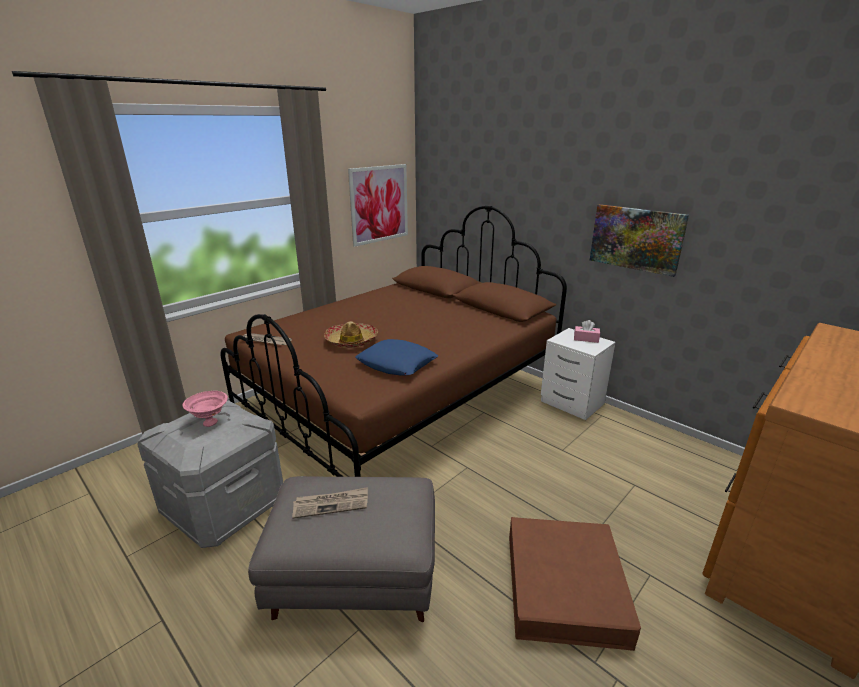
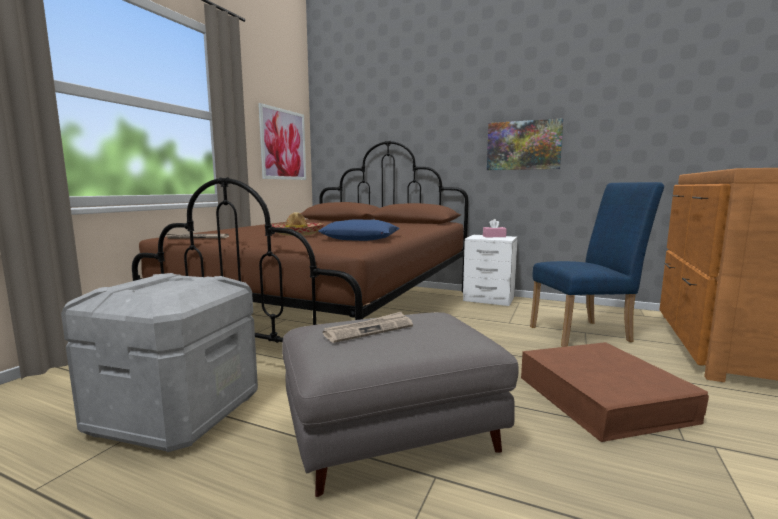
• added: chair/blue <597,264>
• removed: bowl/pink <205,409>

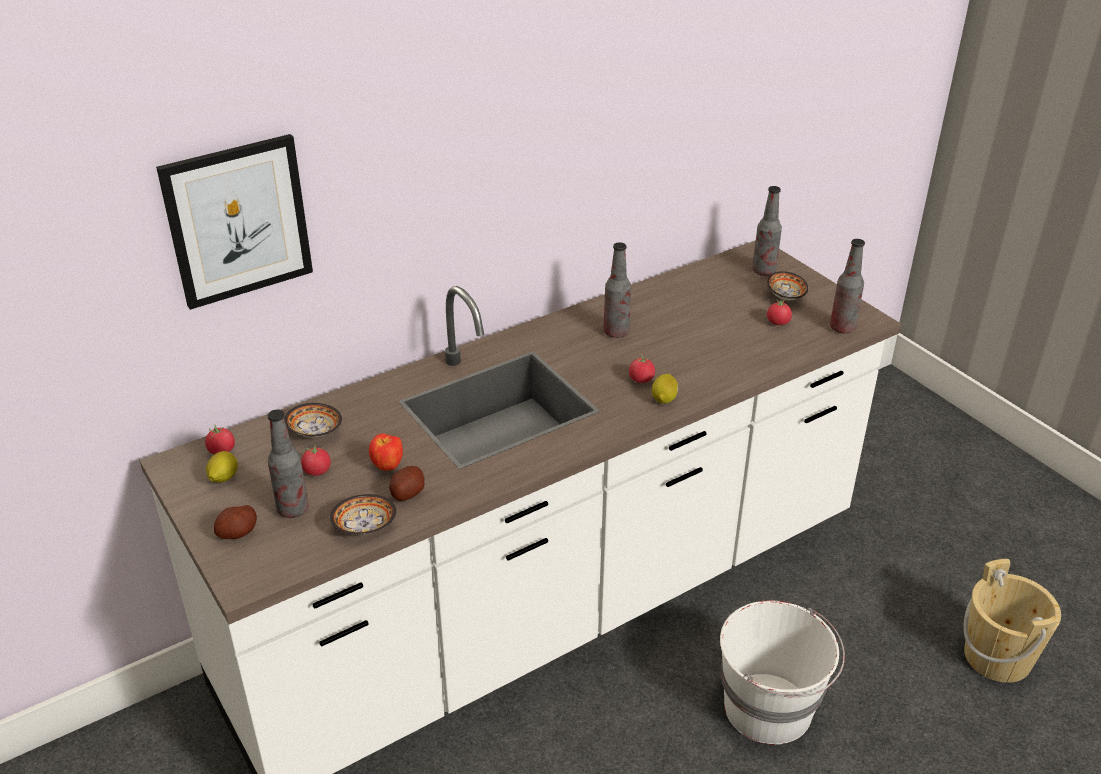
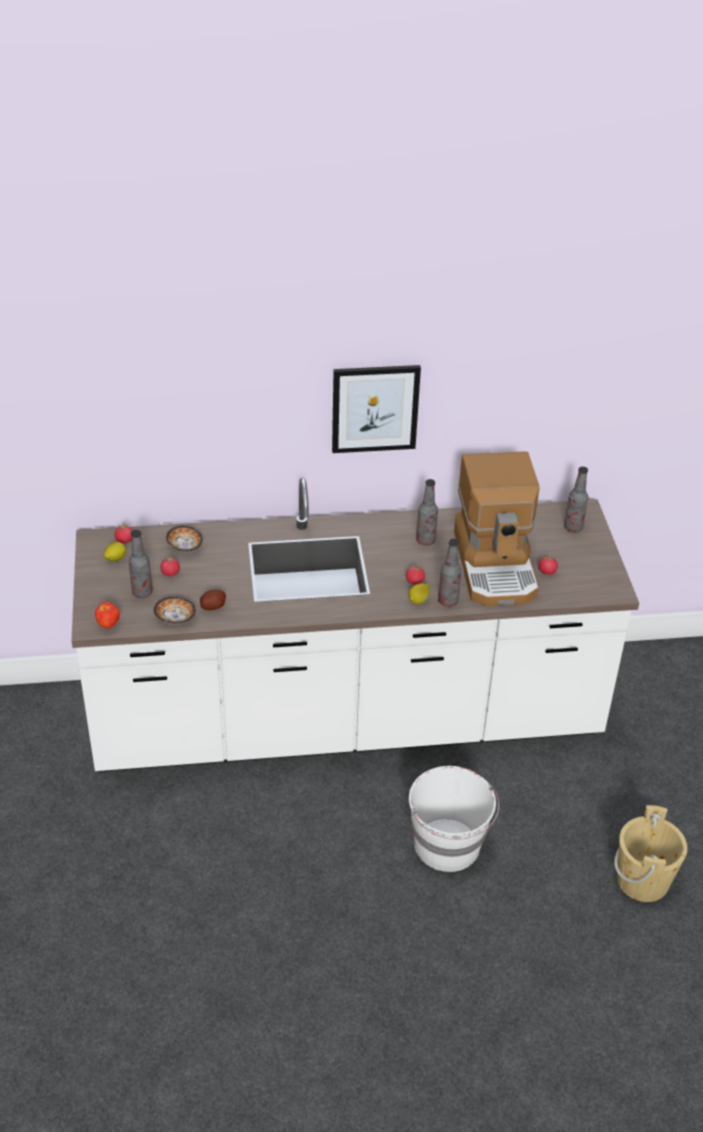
• moved: apple <386,452> to <107,615>
• moved: picture <234,222> to <376,409>
• moved: bottle <847,286> to <450,573>
• added: coffee machine <497,529>
• removed: potato <235,522>
• removed: bowl <787,286>

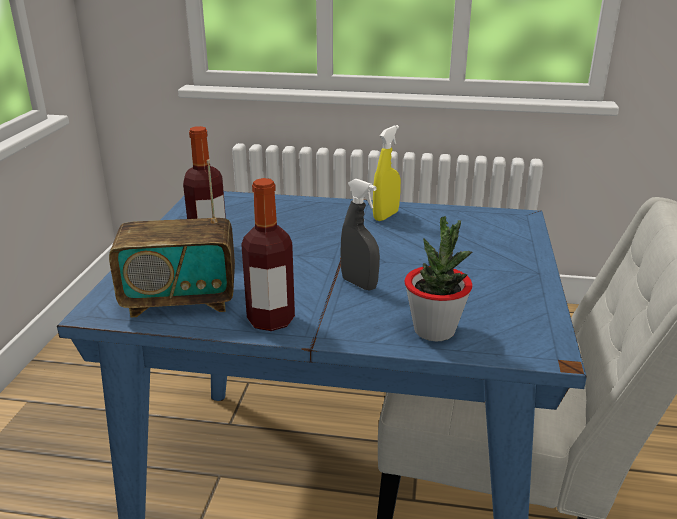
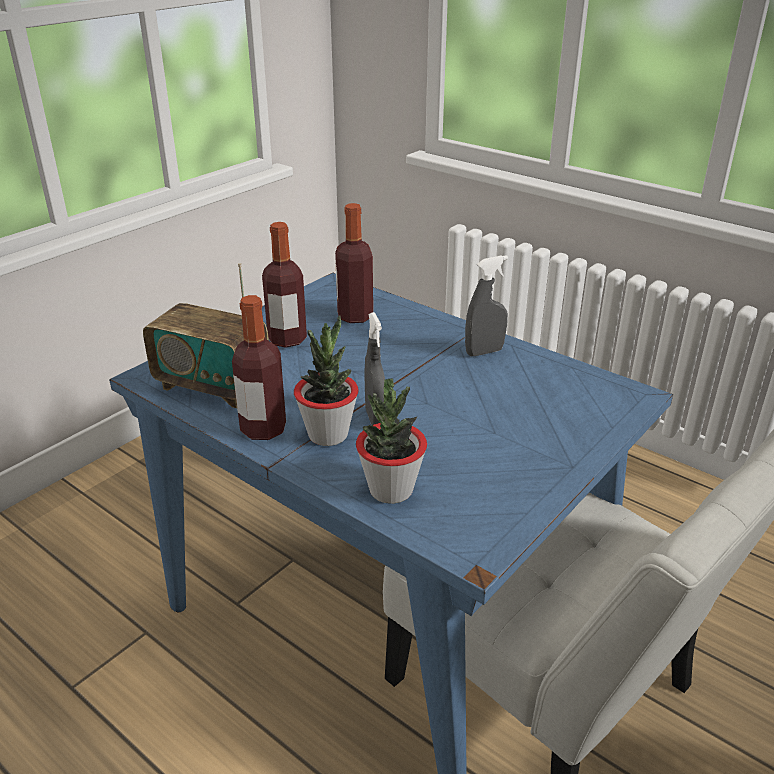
• added: potted plant <326,380>
• added: bottle <354,263>
• recoloured: spray bottle/yellow <387,173> to spray bottle/grey <486,305>

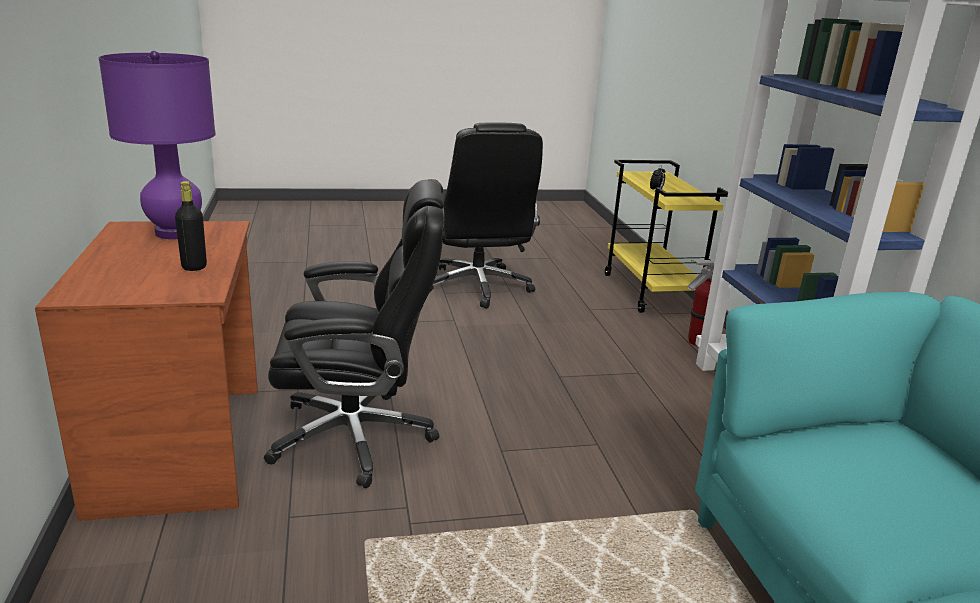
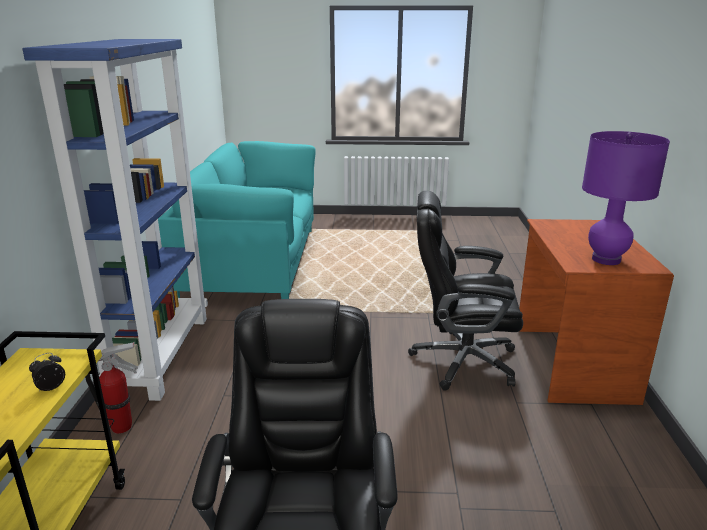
• removed: bottle/black <191,226>

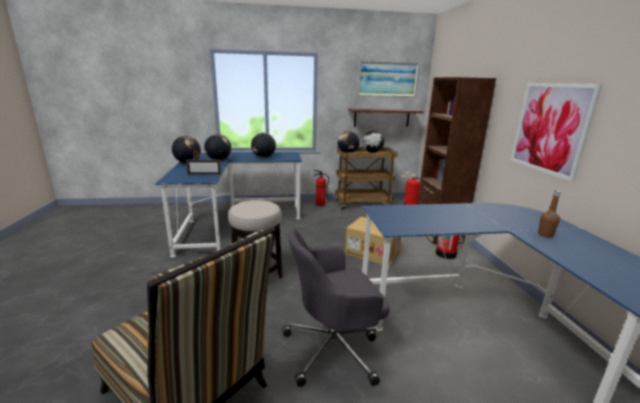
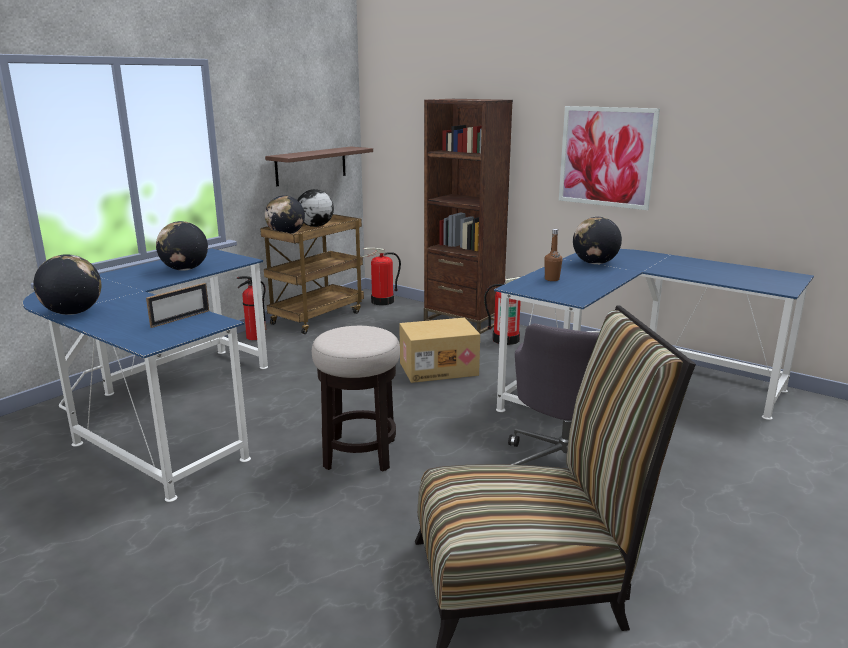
• moved: bottle/brown <549,214> to <553,255>
• moved: globe <217,147> to <597,240>
• removed: picture <388,79>

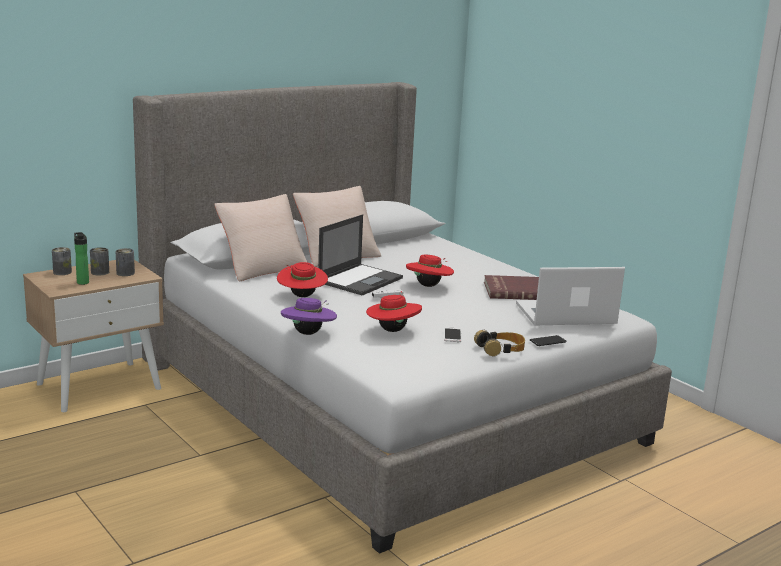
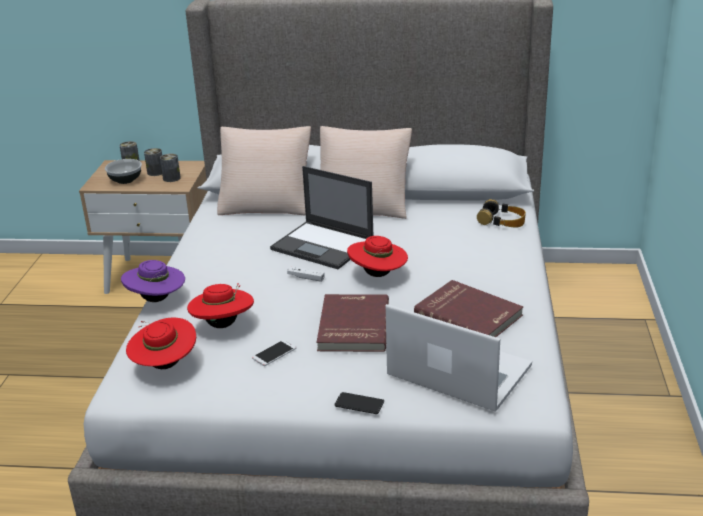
• replaced: bottle <81,258> to bowl <123,171>
• moved: hat/red <302,279> to <161,343>
• turned: laptop <360,254> = <321,217> 45 degrees clockwise
• added: book/red <352,323>
• moved: headphones <499,343> to <501,213>

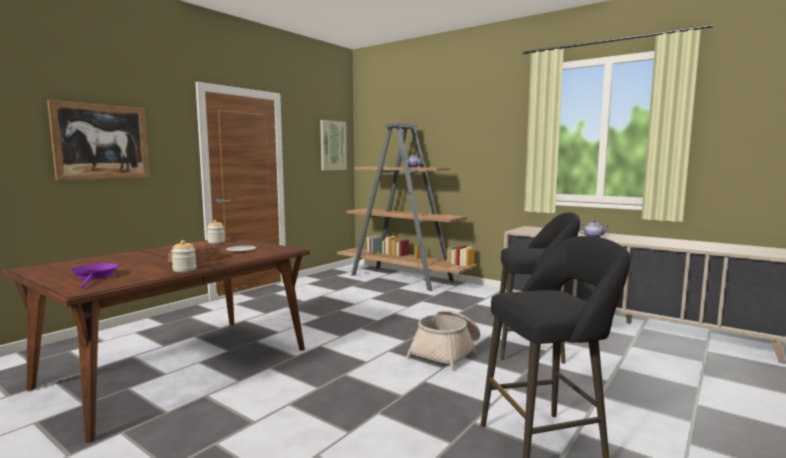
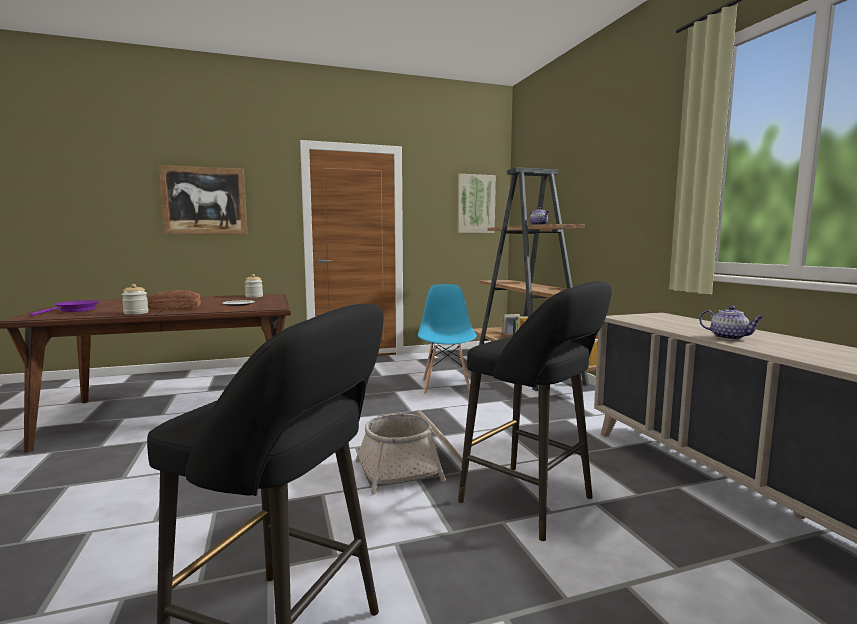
• added: chair/blue <447,339>

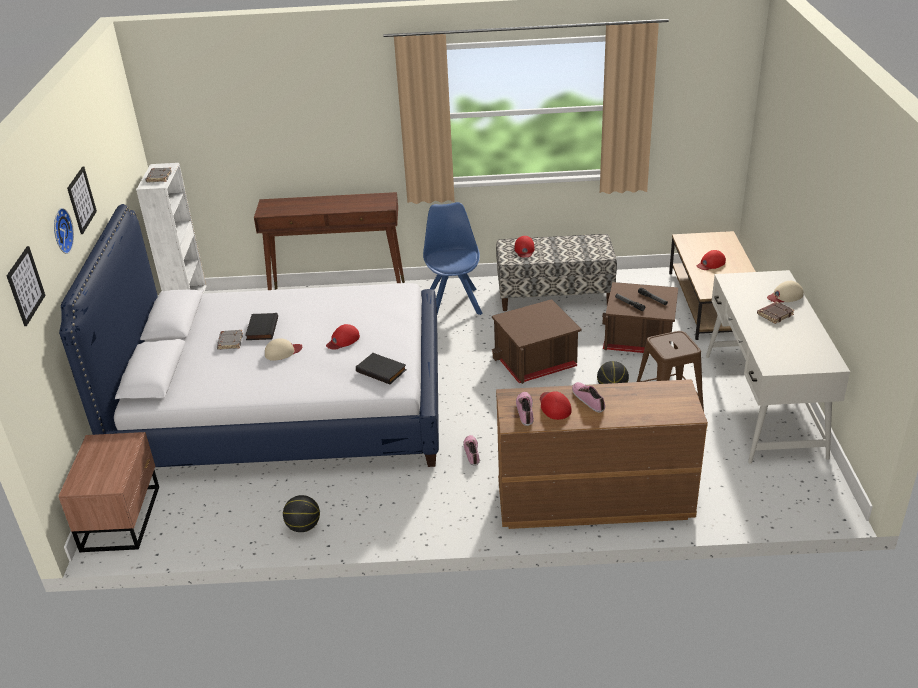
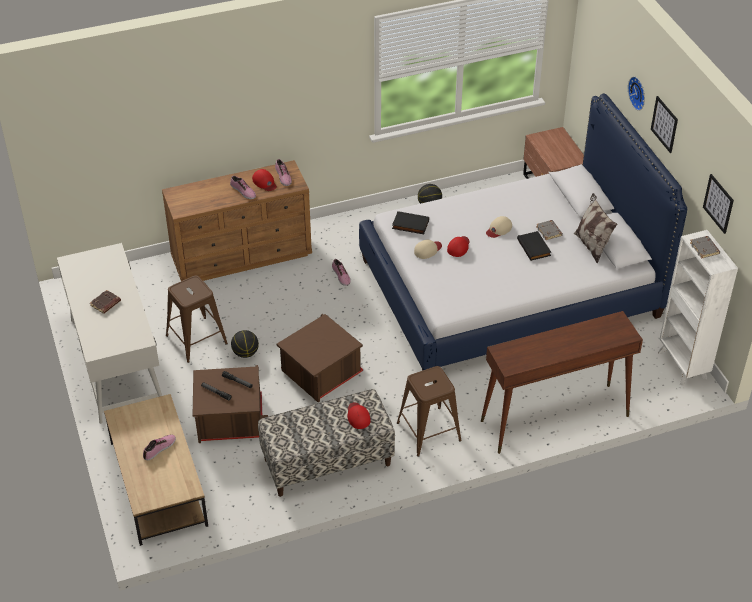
• replaced: cap/red <711,260> to shoe <159,447>
• replaced: chair/blue <452,258> to stool/brown <429,411>
• moved: cap/beige <785,291> to <428,249>
• added: pillow <595,228>
• moved: picture <26,286> to <718,204>

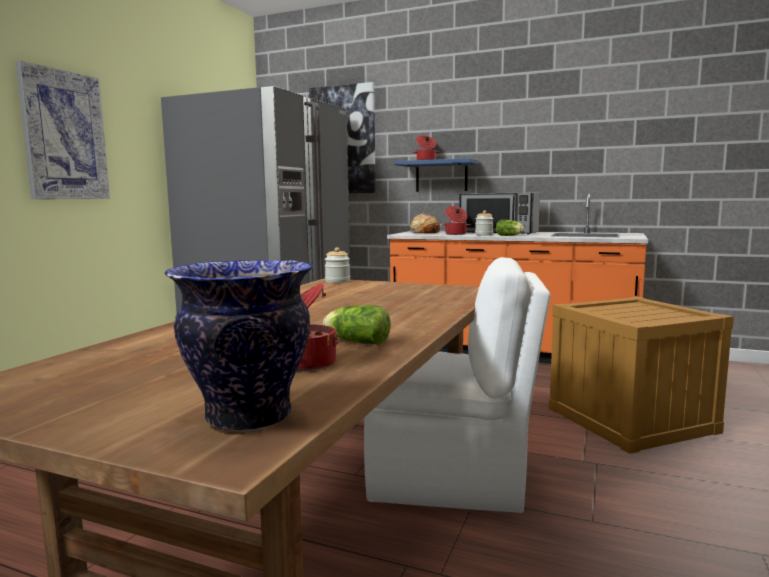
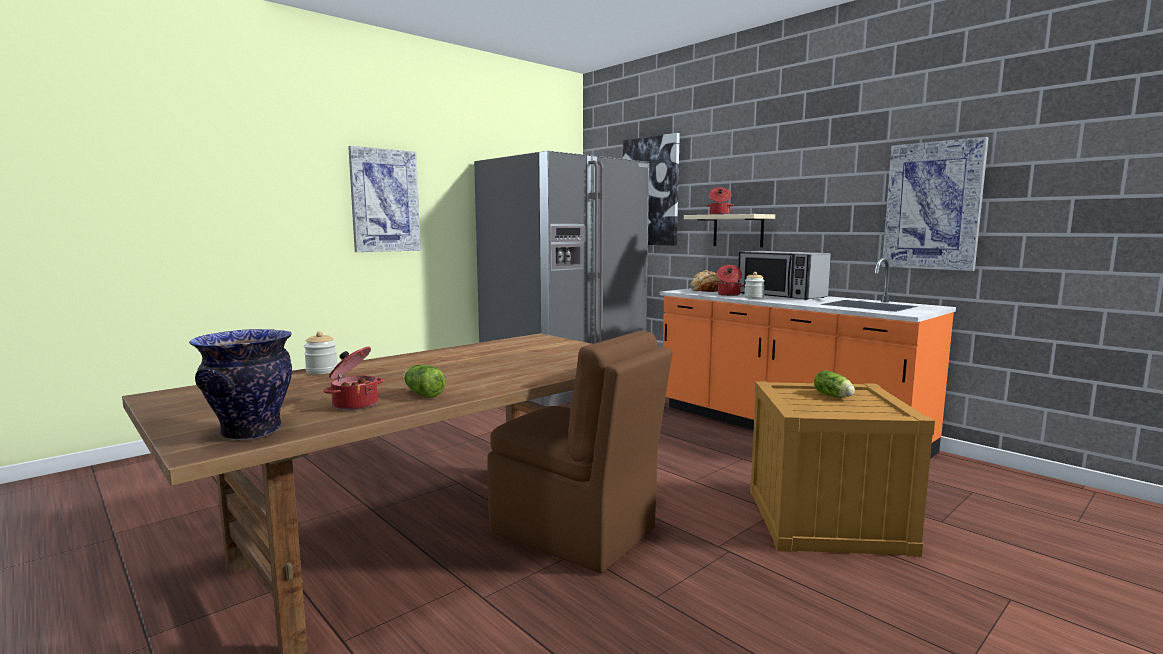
• moved: jar <337,265> to <321,352>
• recoloured: chair/white <457,385> to chair/brown <580,451>
• recoloured: shelf/blue <436,175> to shelf/beige <729,230>
• moved: lettuce <510,228> to <834,383>
• added: picture <935,204>

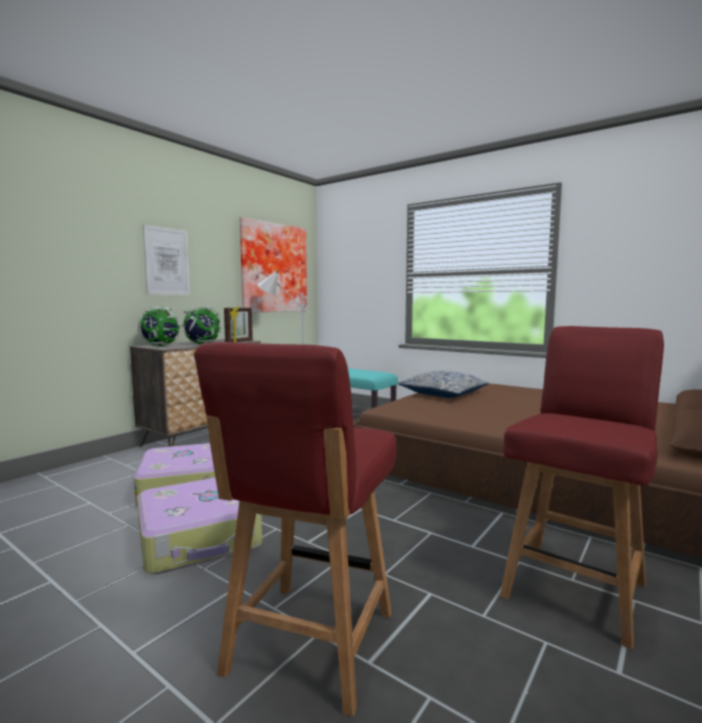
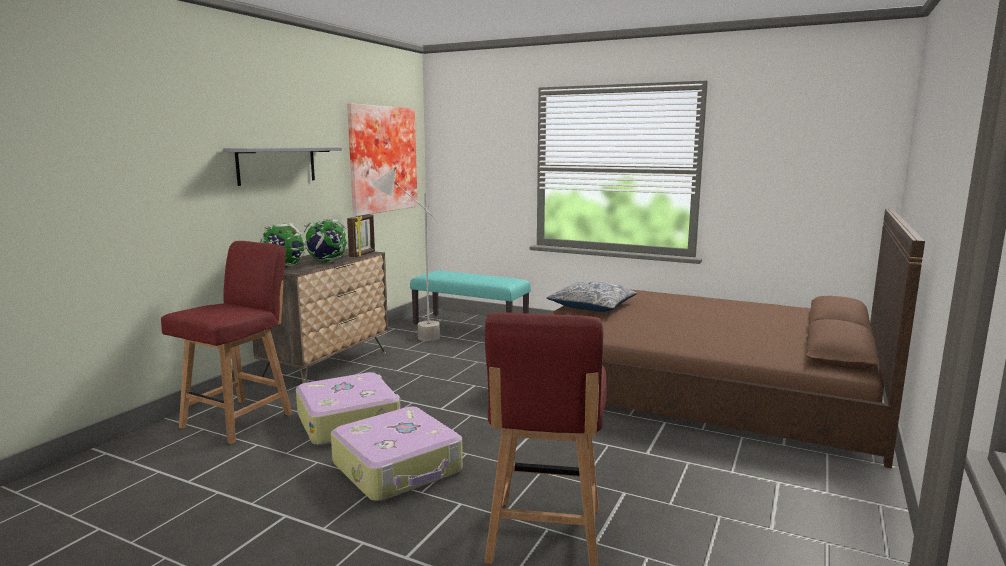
• moved: chair/red <582,487> to <227,342>
• replaced: picture <166,260> to shelf/grey <282,166>

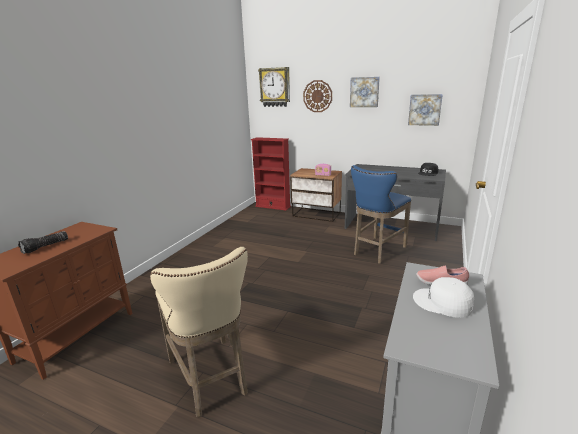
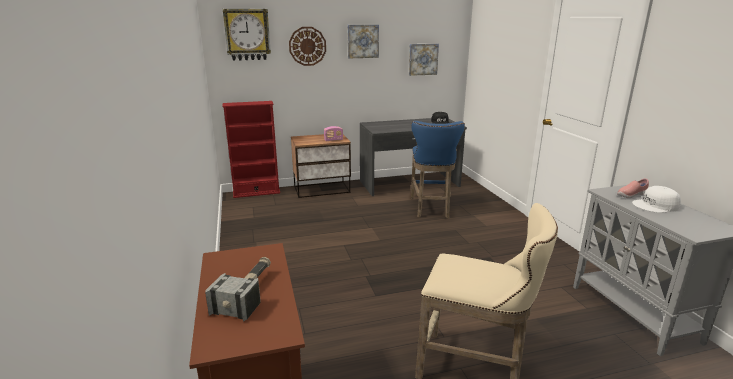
• replaced: flashlight <43,242> to hammer <238,289>

